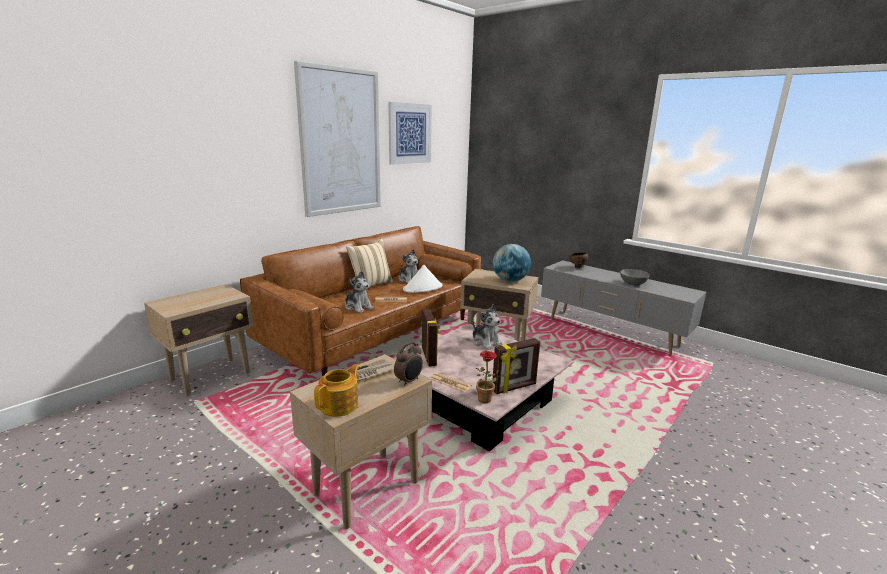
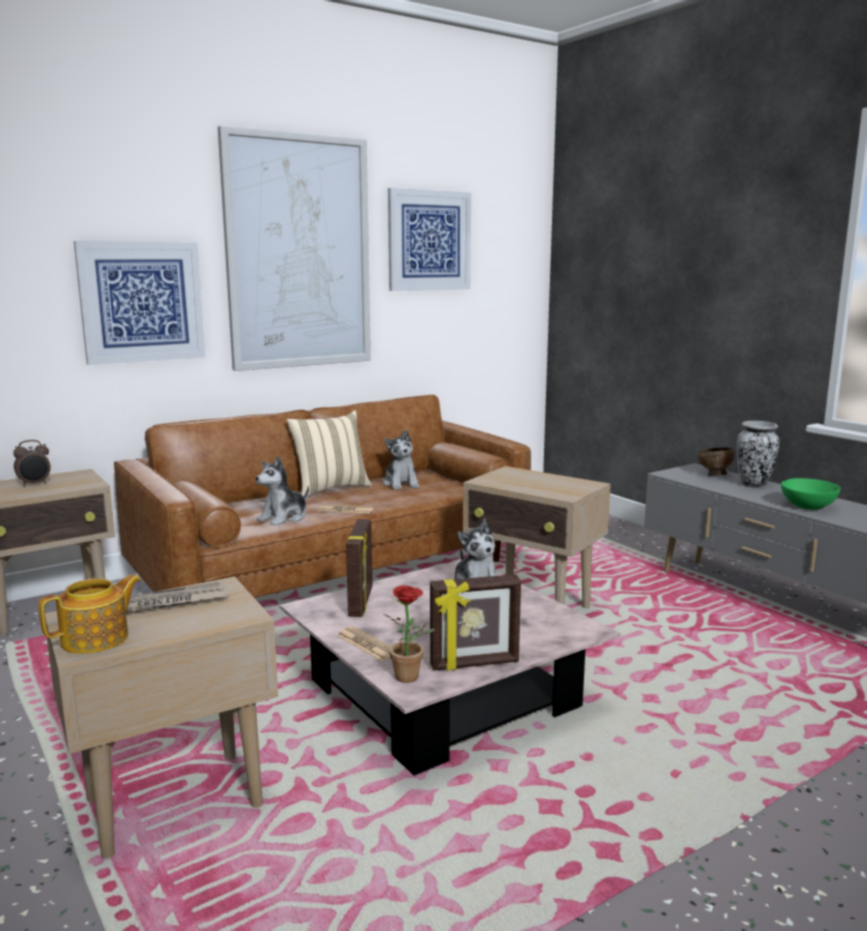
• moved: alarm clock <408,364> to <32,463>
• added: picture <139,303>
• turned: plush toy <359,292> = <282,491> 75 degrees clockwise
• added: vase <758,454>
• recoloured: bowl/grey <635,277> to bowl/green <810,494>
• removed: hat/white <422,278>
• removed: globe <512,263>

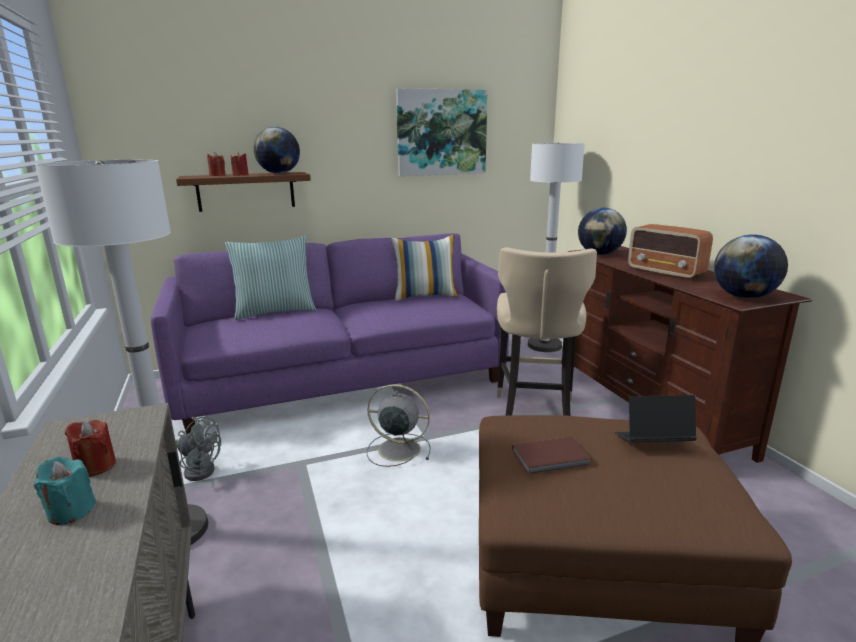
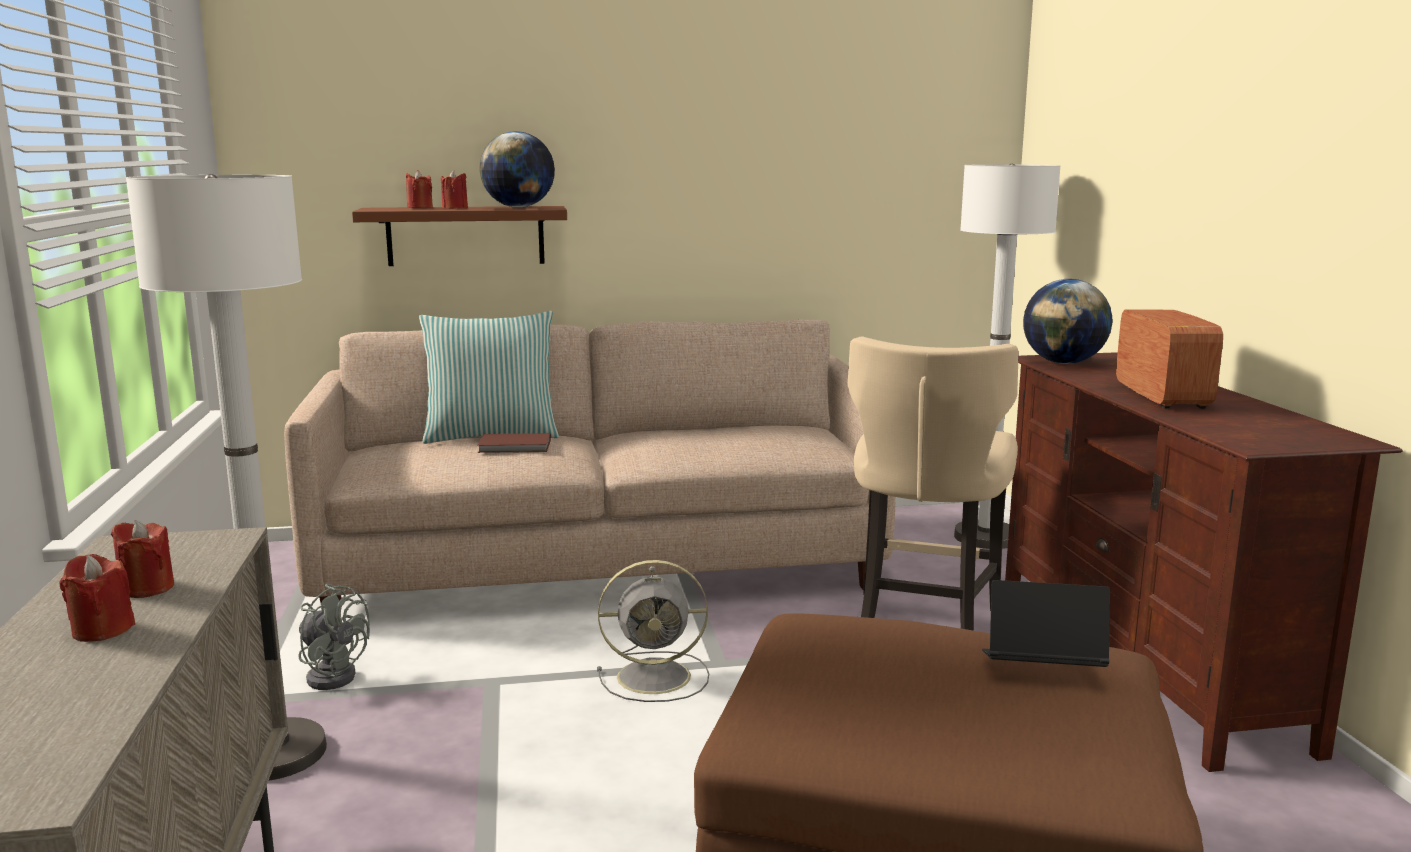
• recoloured: candle/turquoise <65,491> to candle/red <97,598>
• recoloured: sofa/purple <330,333> to sofa/beige <590,468>
• moved: book/brown <552,456> to <514,443>
• turned: fan/grey <399,425> = <653,631> 150 degrees clockwise
• turned: radio <670,252> = <1169,359> 150 degrees counterclockwise
• removed: pillow <424,268>
• removed: picture <442,132>
• removed: globe <751,266>

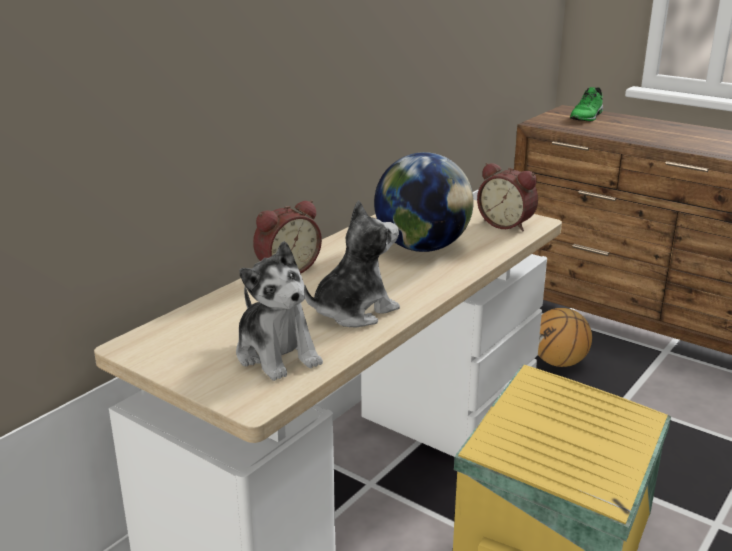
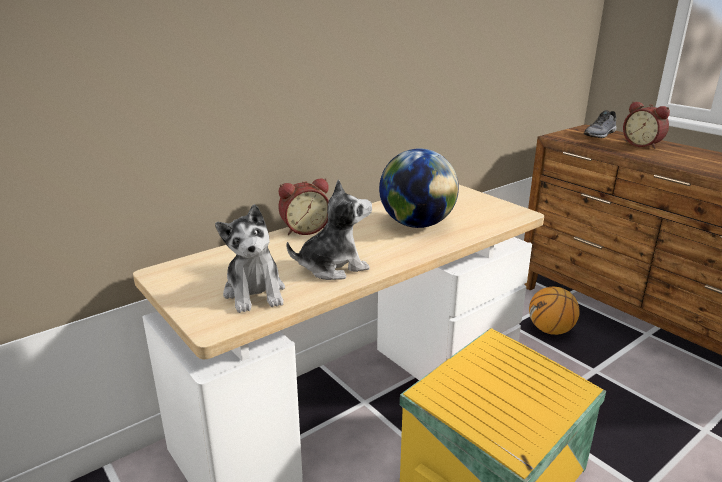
• recoloured: shoe/green <586,104> to shoe/grey <600,124>
• moved: alarm clock <507,197> to <646,125>

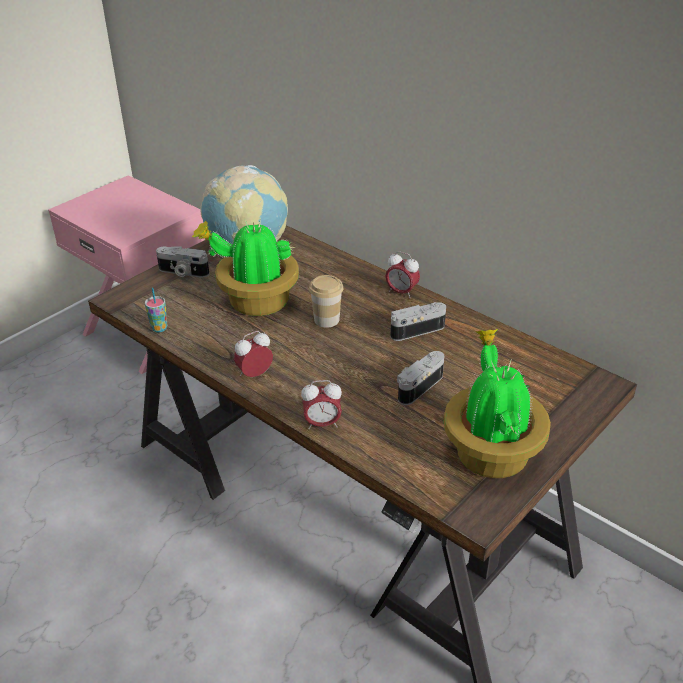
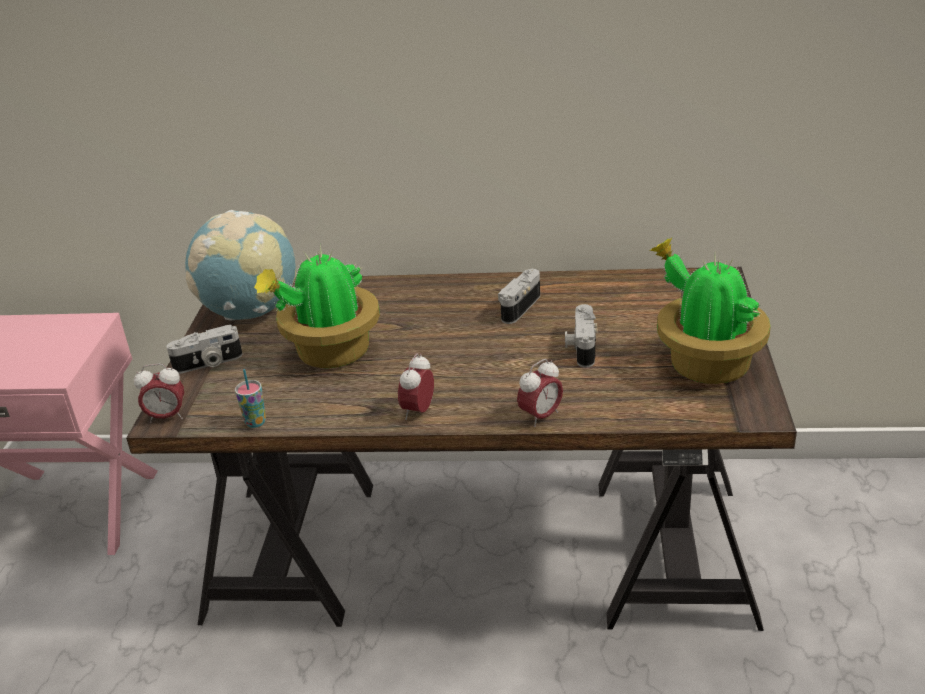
• moved: alarm clock <402,274> to <159,393>
• removed: cup <326,301>

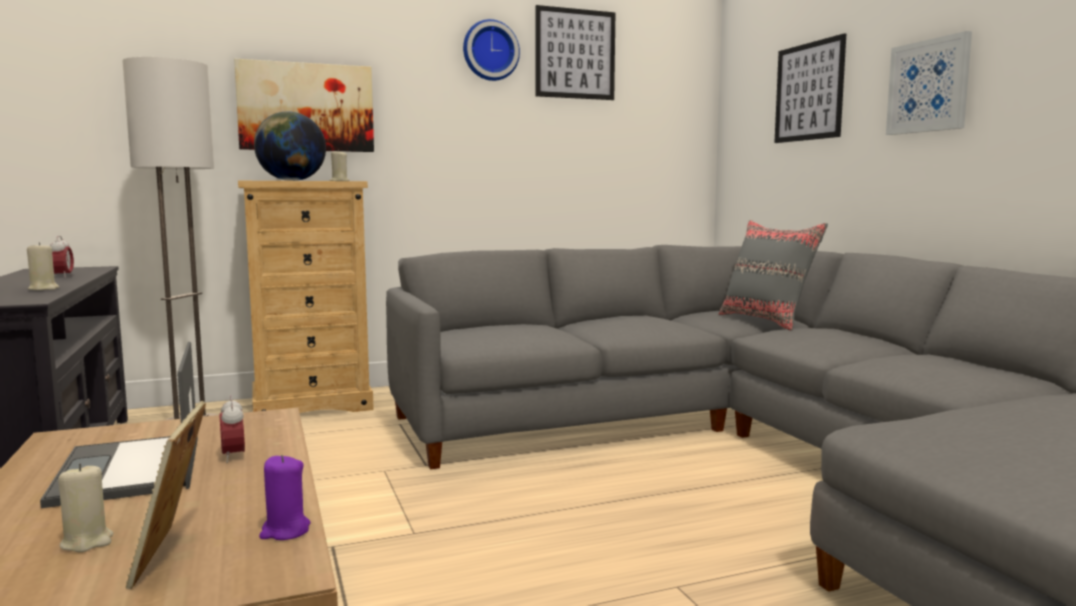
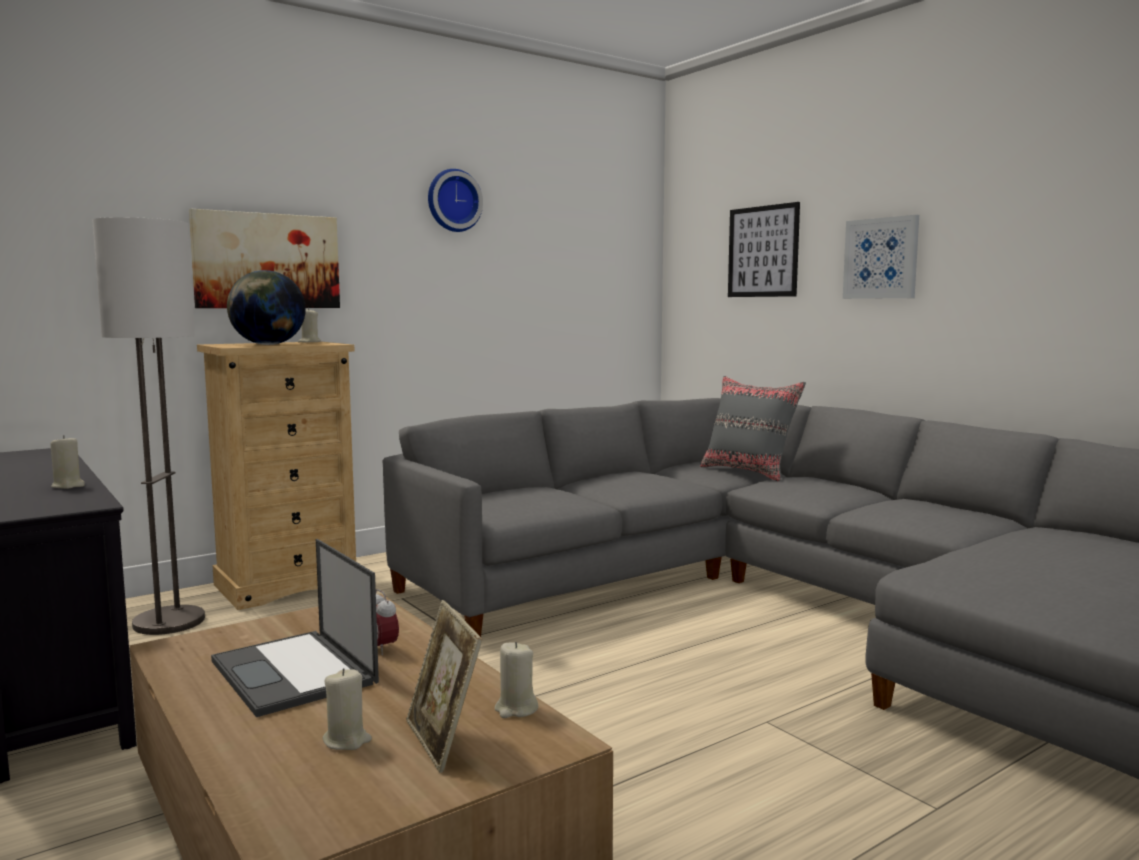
• recoloured: candle/purple <284,497> to candle/beige <516,680>
• removed: alarm clock <62,257>
• removed: picture <575,52>

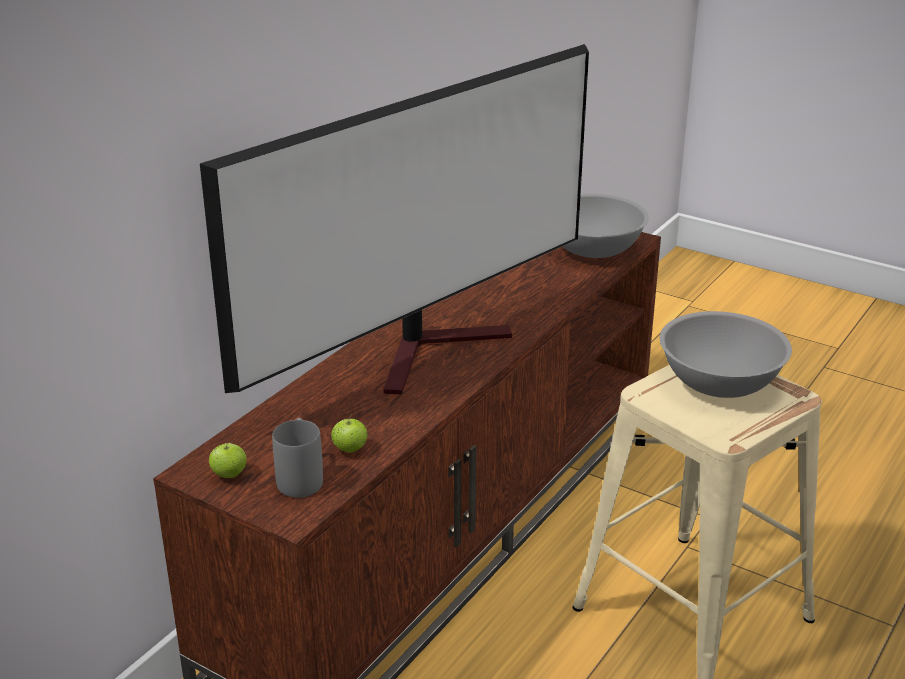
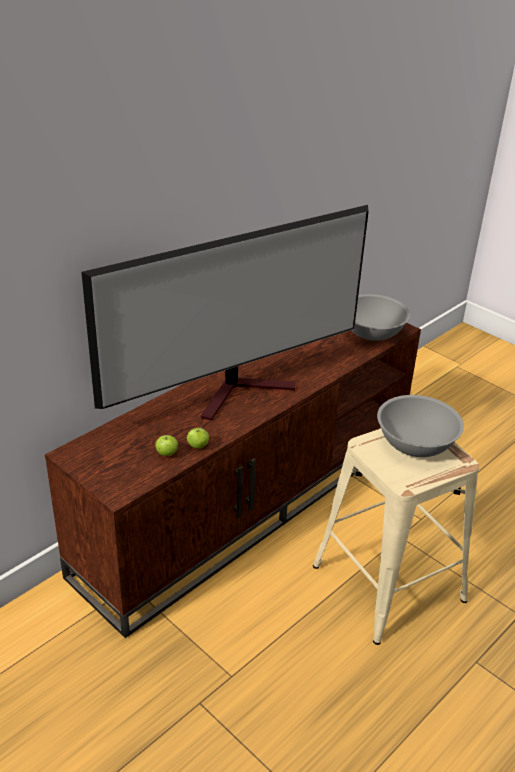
• moved: apple <228,459> to <198,438>
• removed: mug/grey <297,458>

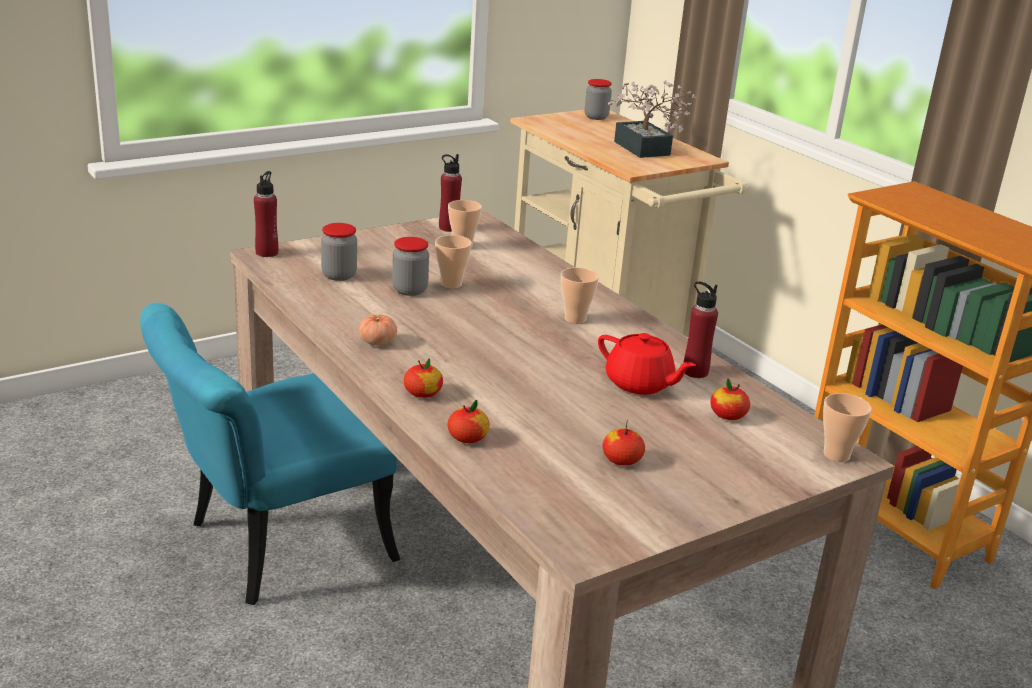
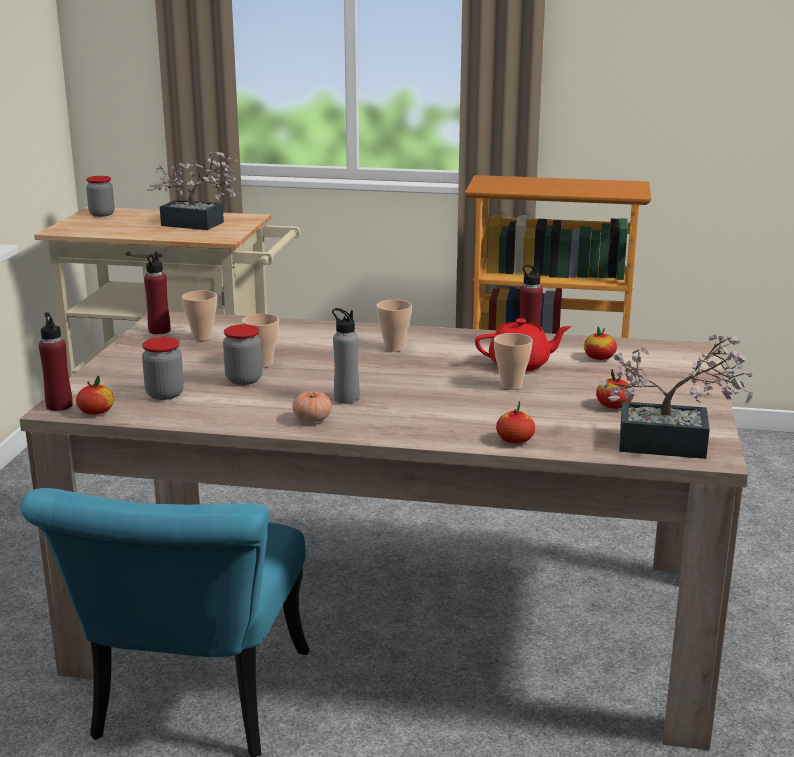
• moved: apple <423,378> to <95,395>
• added: bottle/grey <346,356>
• moved: cup <847,427> to <513,361>
• added: potted plant <675,396>

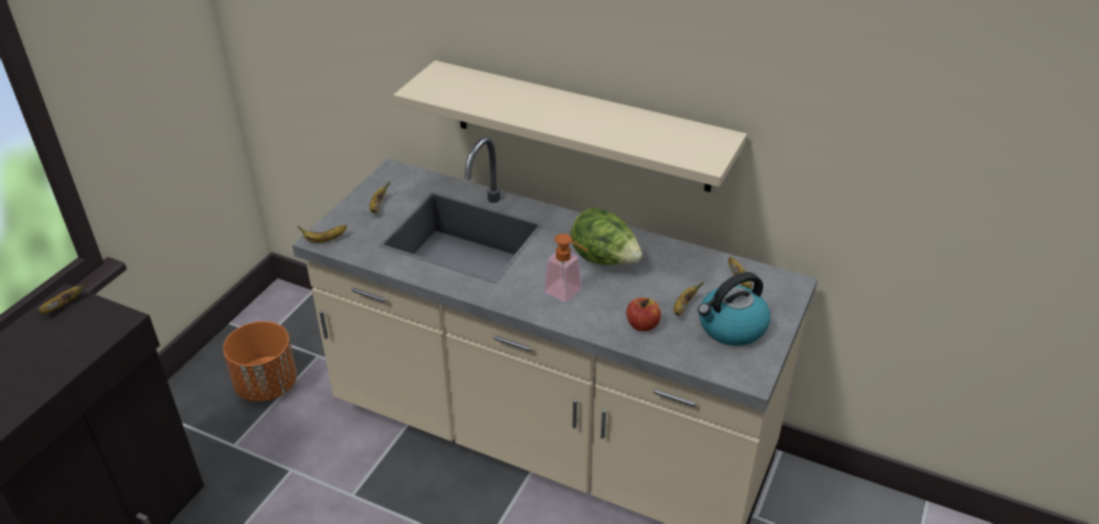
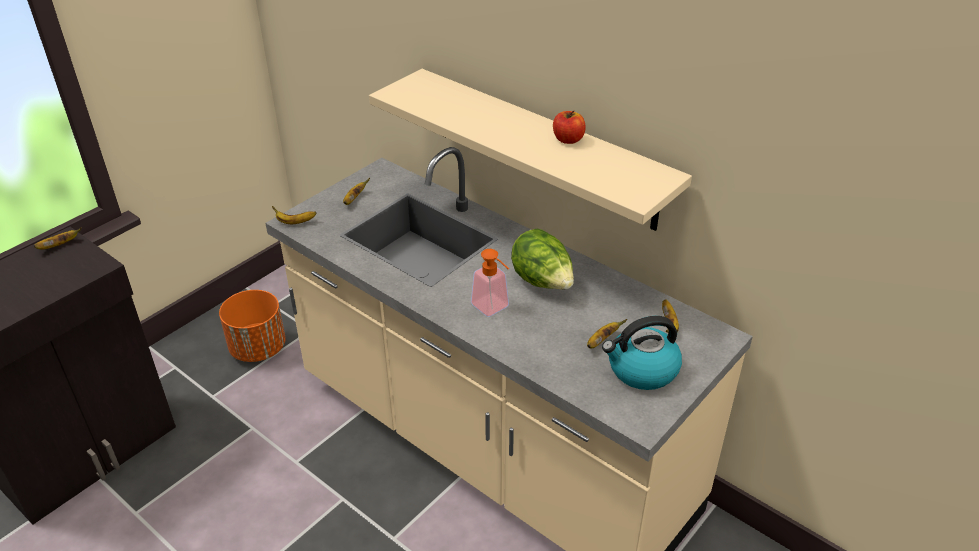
• moved: apple <643,314> to <569,127>

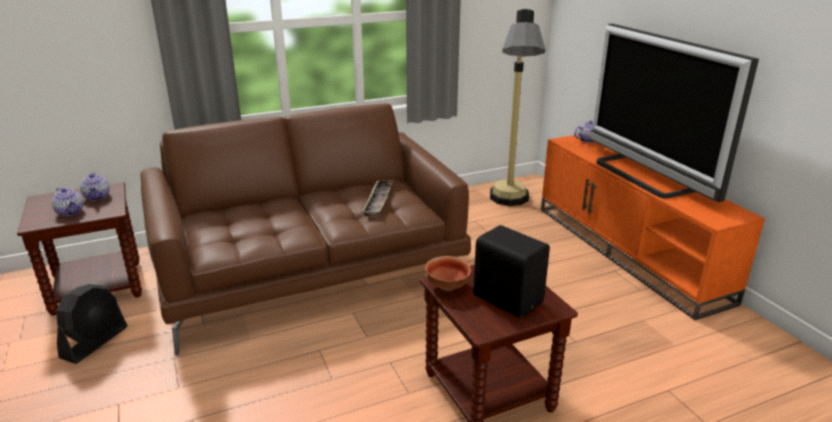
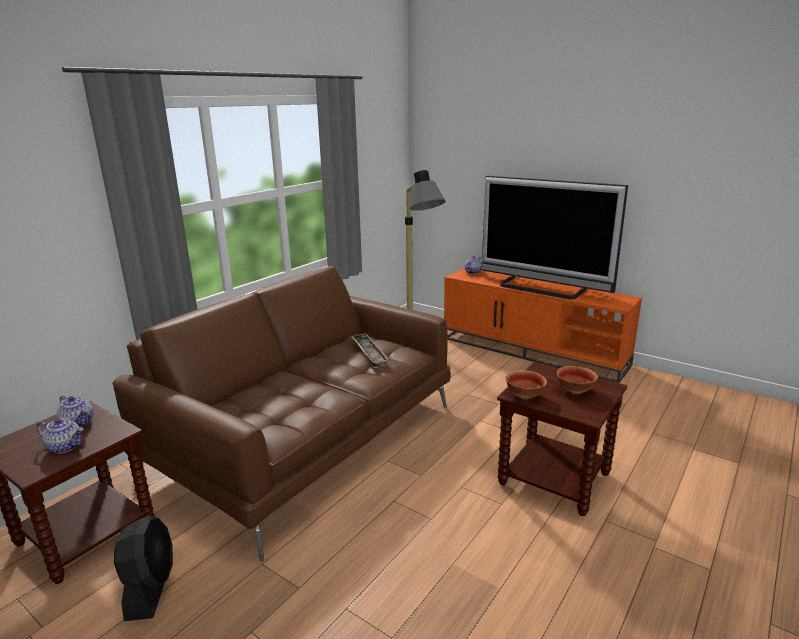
• replaced: speaker/black <511,271> to bowl <577,380>

